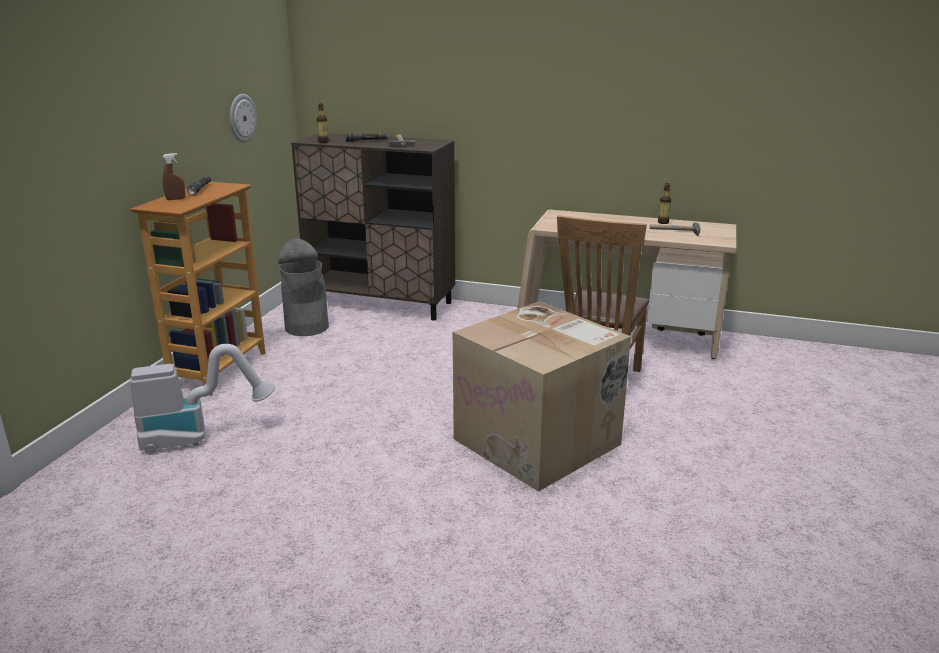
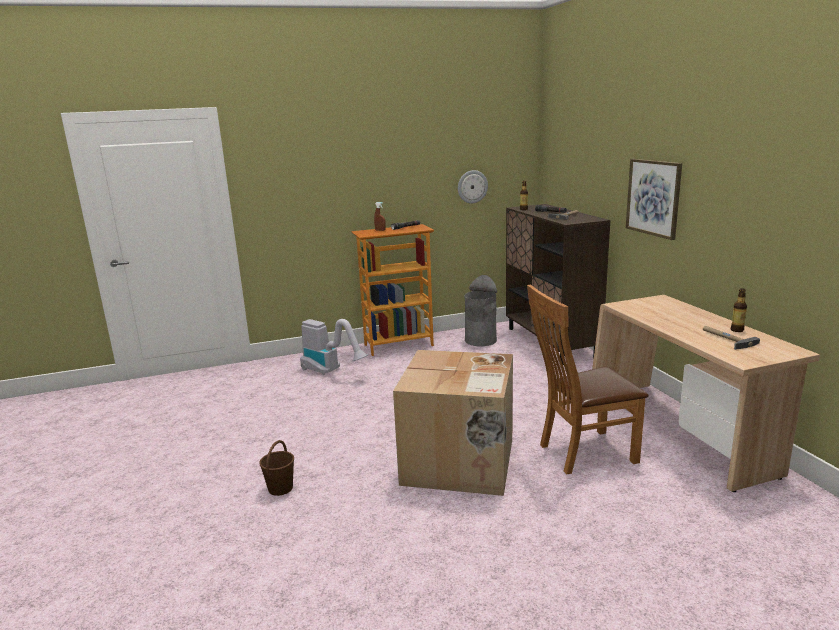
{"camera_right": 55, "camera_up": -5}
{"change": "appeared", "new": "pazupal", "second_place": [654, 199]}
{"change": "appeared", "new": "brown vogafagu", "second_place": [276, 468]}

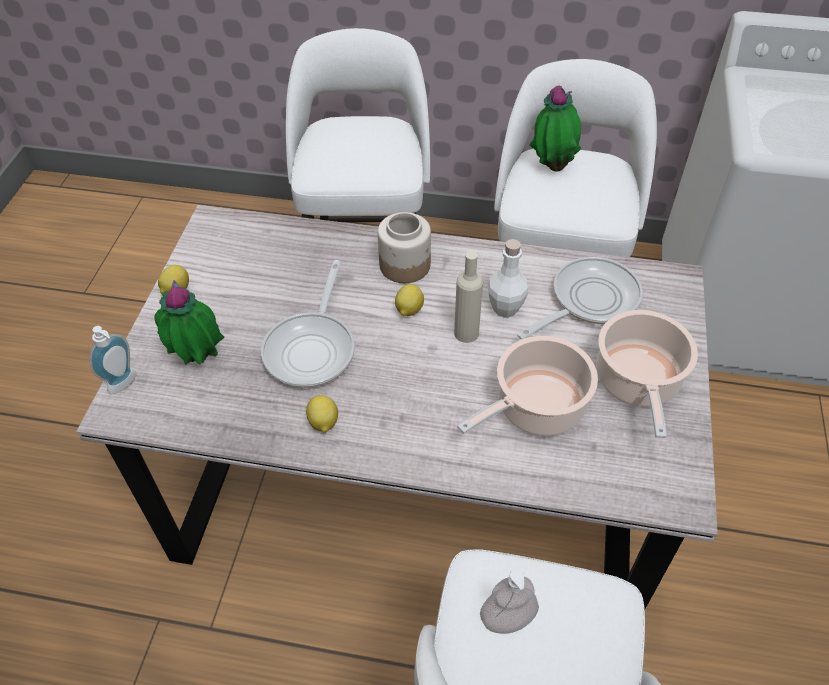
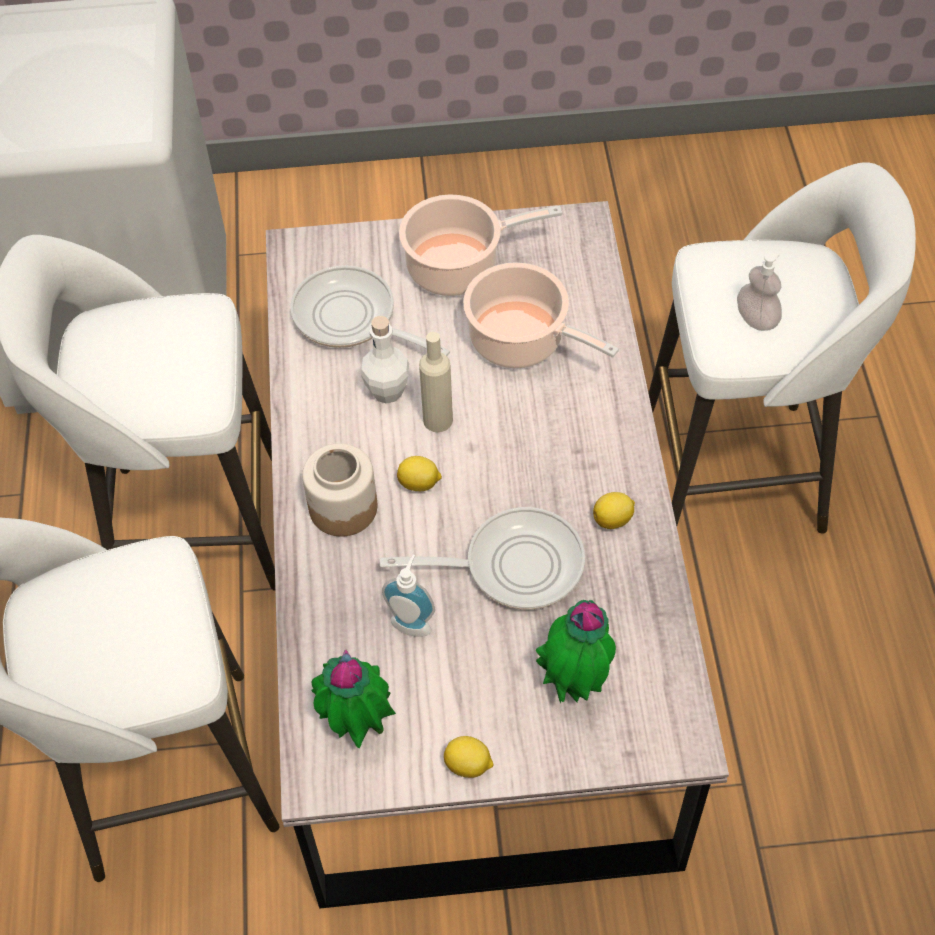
{"camera_right": -105, "camera_up": 5}
{"change": "relocated", "old": "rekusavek", "first_place": [555, 129], "second_place": [353, 699]}
{"change": "relocated", "old": "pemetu", "first_place": [113, 360], "second_place": [408, 595]}

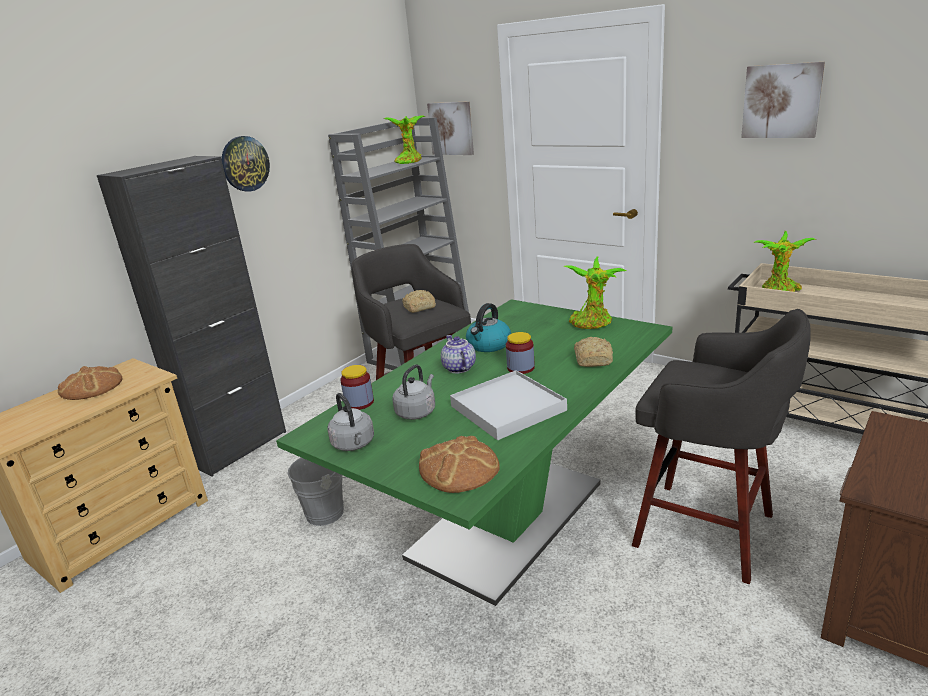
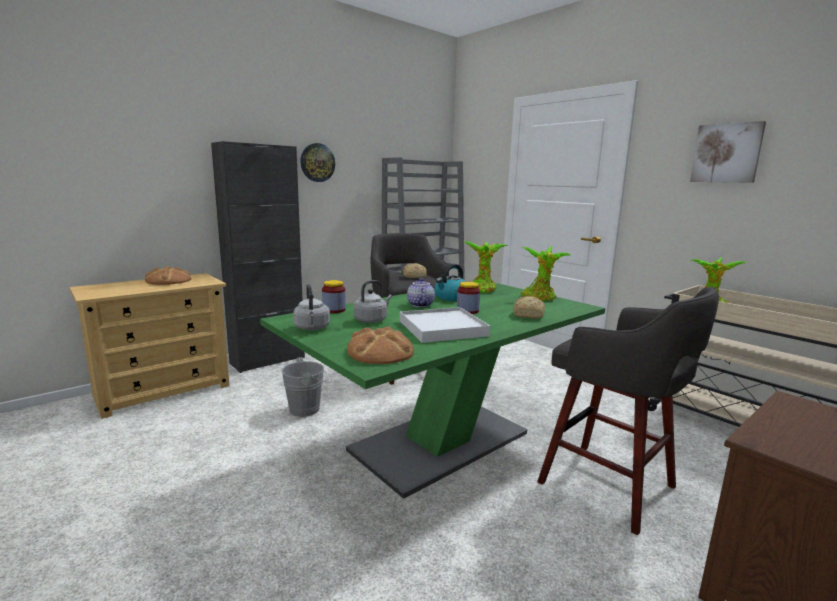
{"camera_right": 10, "camera_up": -10}
{"change": "missing", "old": "pazupal", "first_place": [450, 128]}
{"change": "relocated", "old": "rekusavek", "first_place": [405, 139], "second_place": [486, 267]}

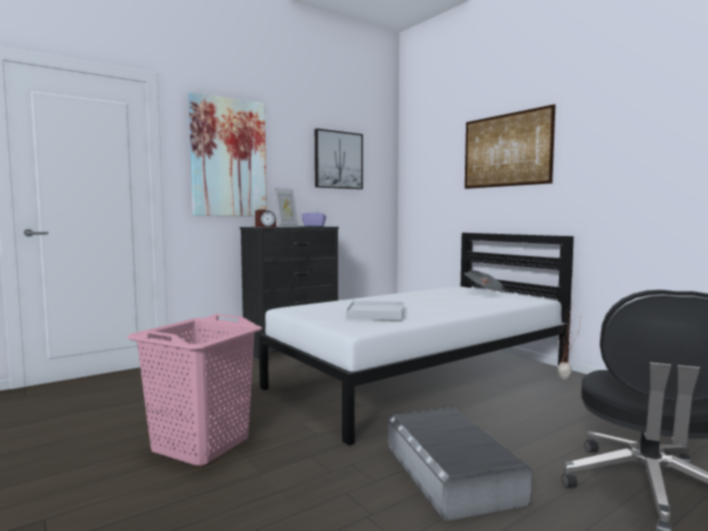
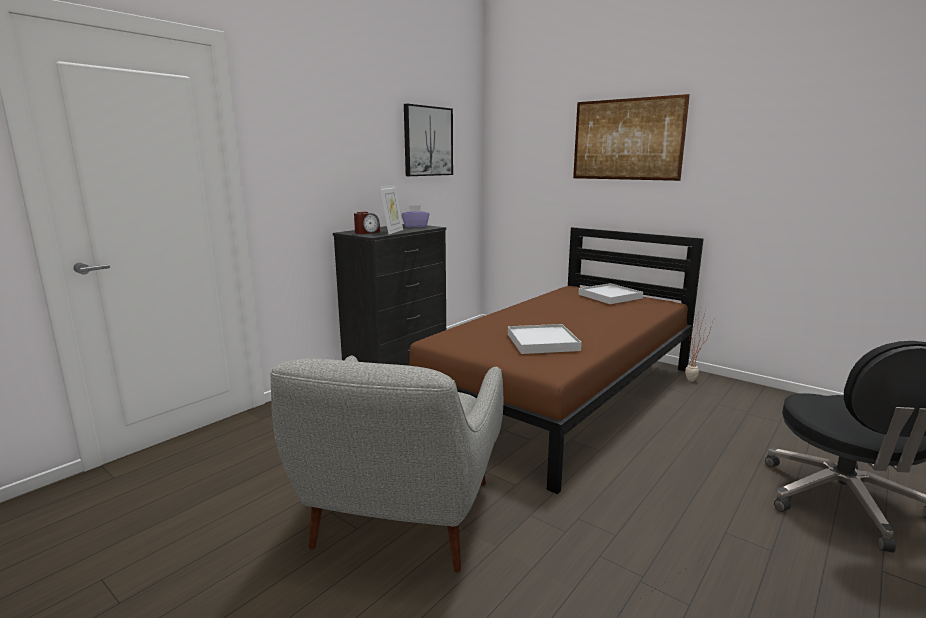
{"camera_right": -15, "camera_up": 10}
{"change": "missing", "old": "pazupal", "first_place": [228, 154]}
{"change": "colour", "old": "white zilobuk", "new": "brown zilobuk", "first_place": [416, 339], "second_place": [556, 360]}
{"change": "exchanged", "old": "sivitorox", "new": "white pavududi", "first_place": [484, 280], "second_place": [610, 293]}
{"change": "exchanged", "old": "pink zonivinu", "new": "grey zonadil", "first_place": [194, 390], "second_place": [387, 463]}
{"change": "missing", "old": "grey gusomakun", "first_place": [460, 464]}

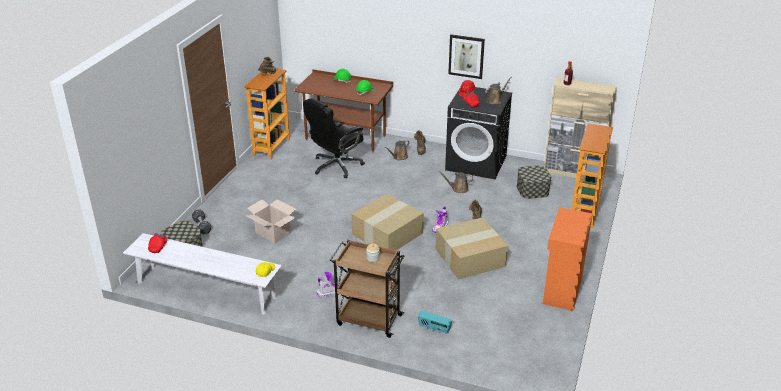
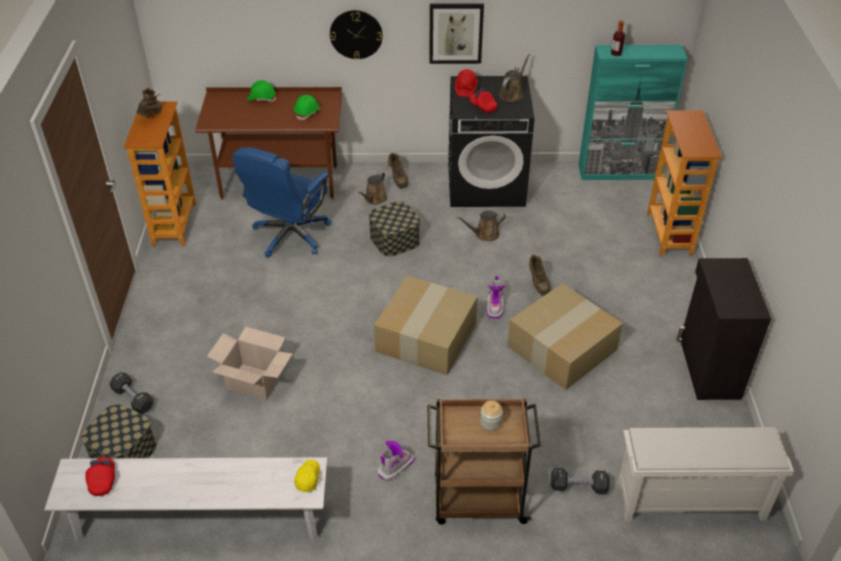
{"camera_right": -20, "camera_up": 10}
{"change": "colour", "old": "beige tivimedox", "new": "turquoise tivimedox", "first_place": [580, 127], "second_place": [633, 112]}
{"change": "colour", "old": "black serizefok", "new": "blue serizefok", "first_place": [334, 138], "second_place": [282, 202]}
{"change": "relocated", "old": "gusomakun", "first_place": [534, 182], "second_place": [394, 228]}
{"change": "colour", "old": "orange tivimedox", "new": "black tivimedox", "first_place": [568, 259], "second_place": [723, 329]}
{"change": "exchanged", "old": "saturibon", "new": "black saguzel", "first_place": [435, 322], "second_place": [580, 481]}
{"change": "appeared", "new": "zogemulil", "second_place": [356, 35]}
{"change": "appeared", "new": "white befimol", "second_place": [705, 474]}

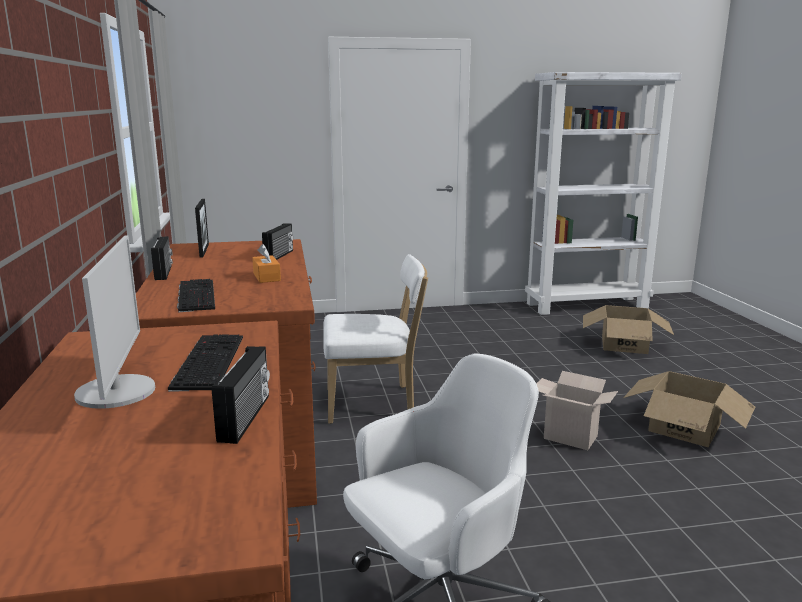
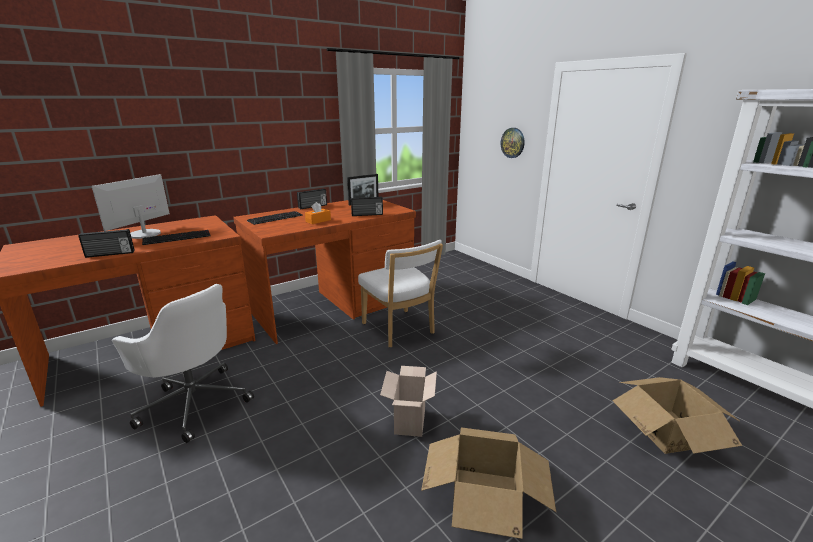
{"camera_right": 65, "camera_up": 5}
{"change": "spun", "old": "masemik", "first_place": [114, 322], "second_place": [131, 206], "degrees": 150}
{"change": "appeared", "new": "zogemulil", "second_place": [513, 143]}

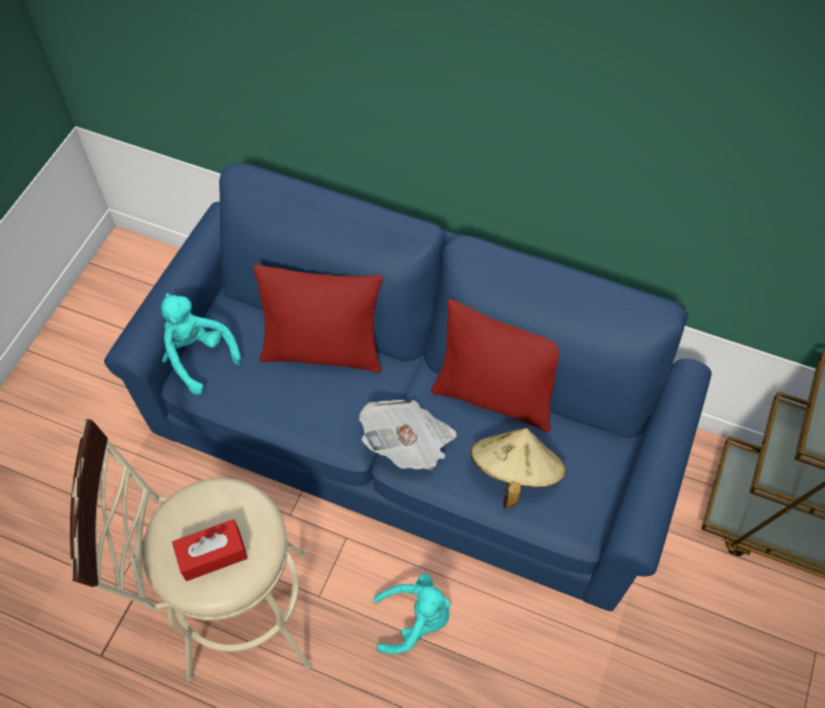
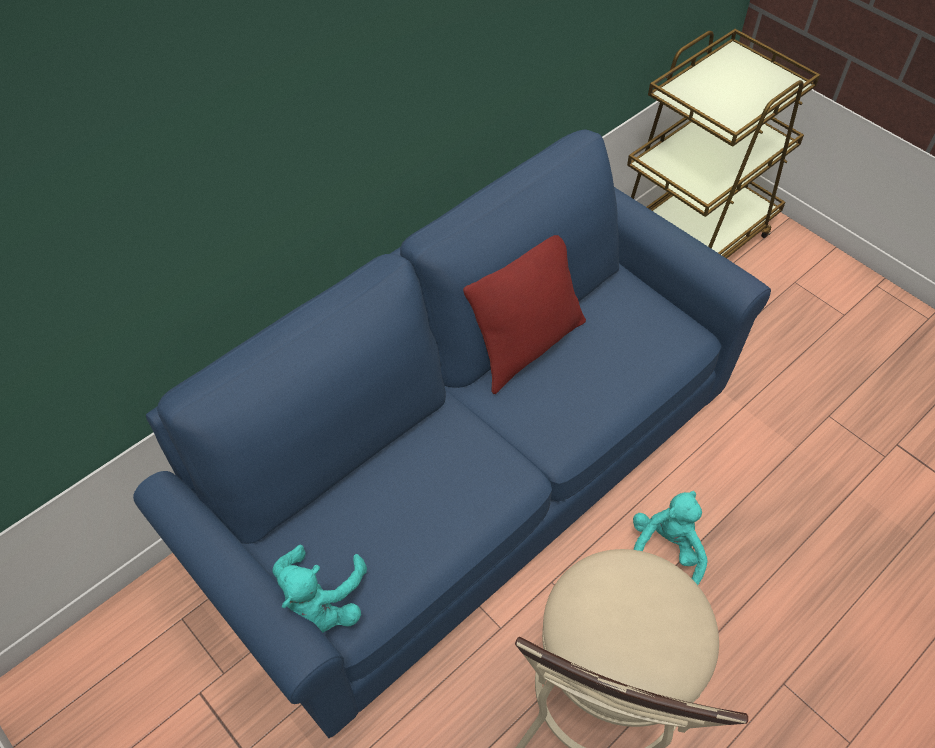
{"camera_right": -65, "camera_up": -5}
{"change": "missing", "old": "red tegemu", "first_place": [318, 318]}
{"change": "spun", "old": "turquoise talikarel", "first_place": [201, 344], "second_place": [319, 588], "degrees": -60}
{"change": "missing", "old": "sivitorox", "first_place": [408, 435]}
{"change": "missing", "old": "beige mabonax", "first_place": [518, 468]}
{"change": "missing", "old": "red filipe", "first_place": [209, 550]}

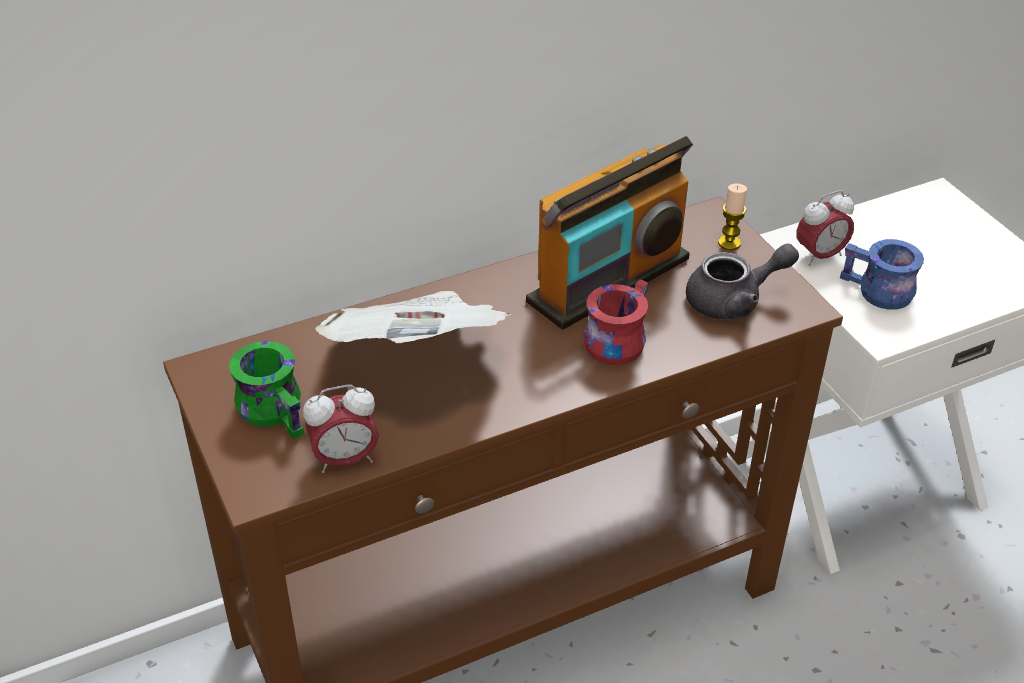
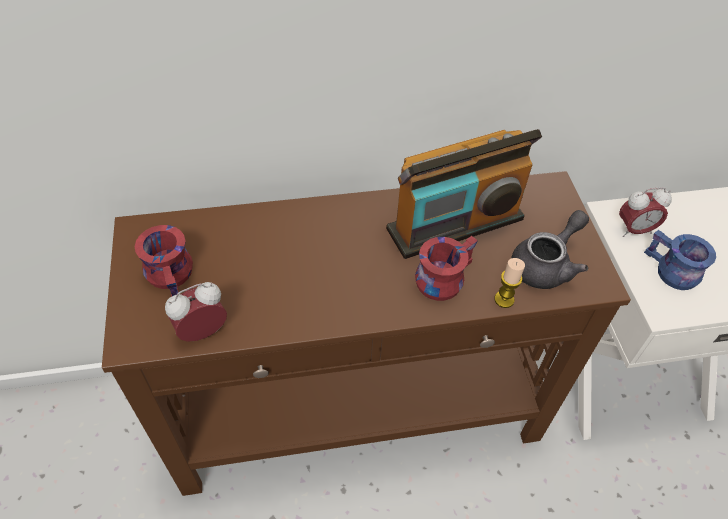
{"camera_right": 15, "camera_up": 10}
{"change": "relocated", "old": "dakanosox", "first_place": [732, 217], "second_place": [509, 283]}
{"change": "spun", "old": "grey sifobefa", "first_place": [742, 282], "second_place": [550, 249], "degrees": -45}
{"change": "missing", "old": "sivitorox", "first_place": [413, 317]}
{"change": "colour", "old": "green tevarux", "new": "red tevarux", "first_place": [266, 390], "second_place": [164, 261]}
{"change": "spun", "old": "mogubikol", "first_place": [341, 429], "second_place": [196, 312], "degrees": 150}

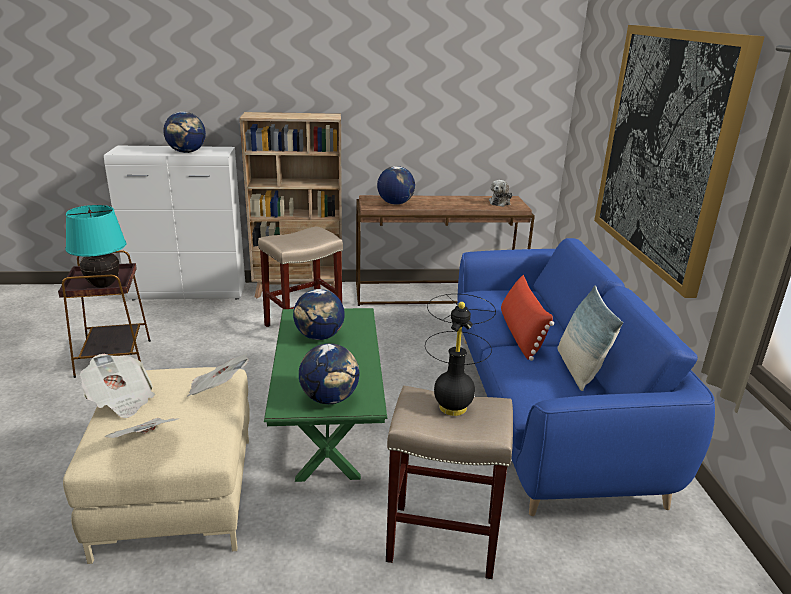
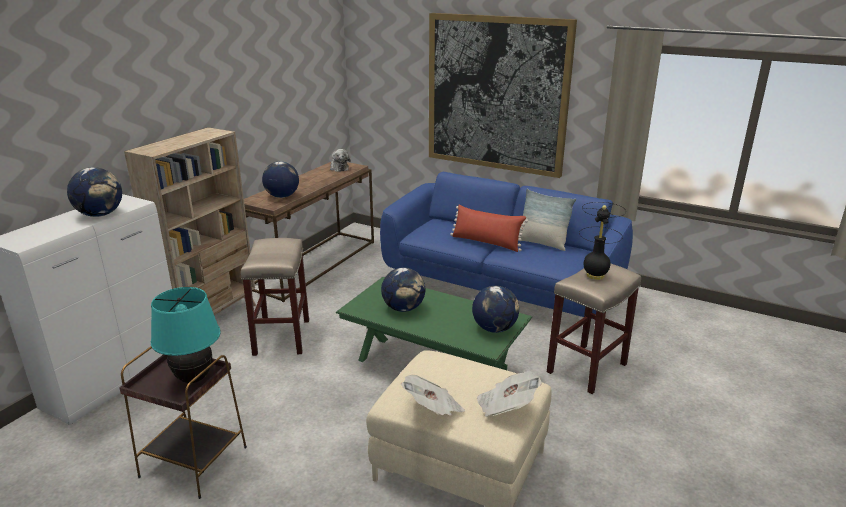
{"camera_right": -55, "camera_up": 0}
{"change": "missing", "old": "sivitorox", "first_place": [218, 375]}

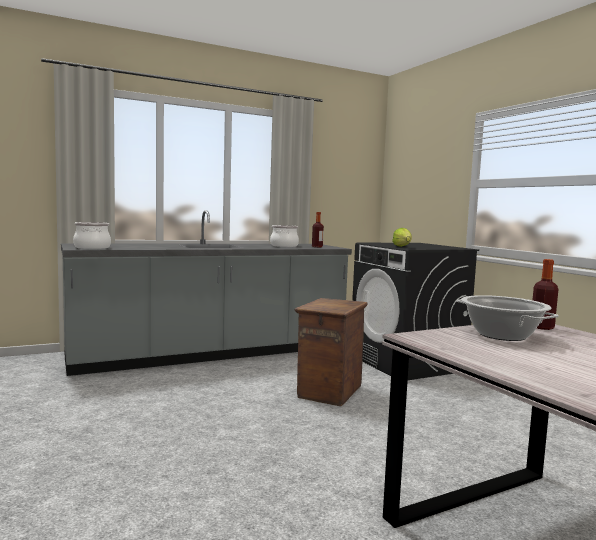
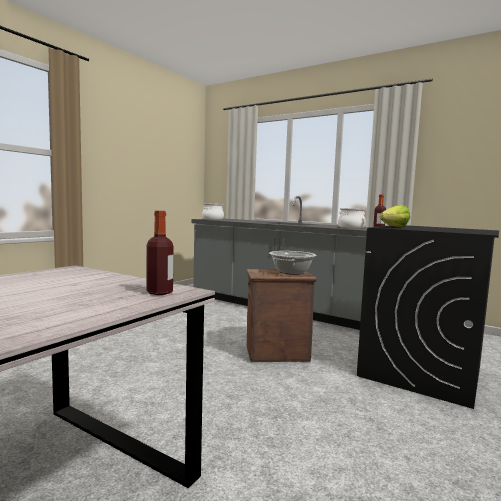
{"camera_right": 60, "camera_up": 0}
{"change": "relocated", "old": "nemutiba", "first_place": [508, 318], "second_place": [292, 263]}

